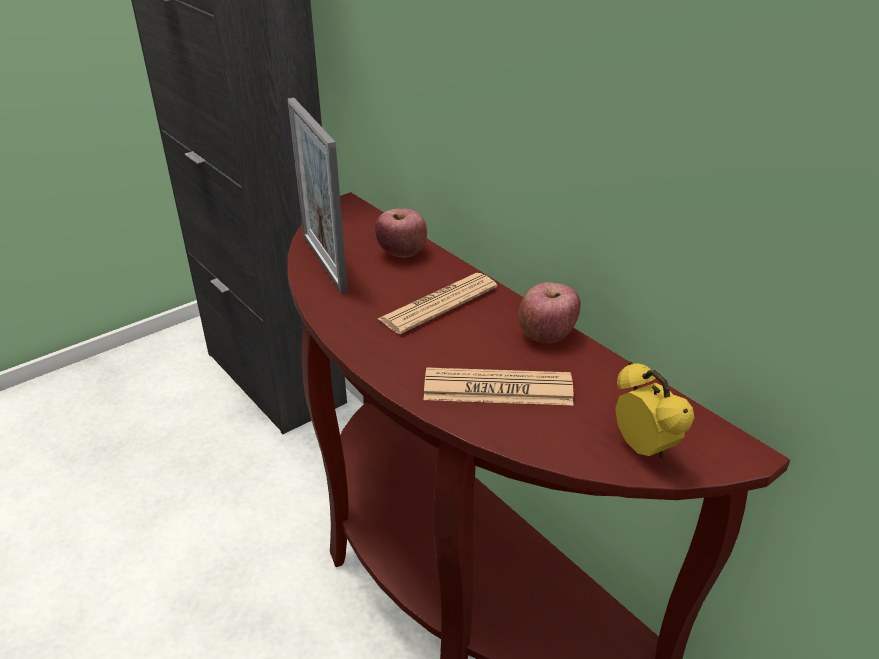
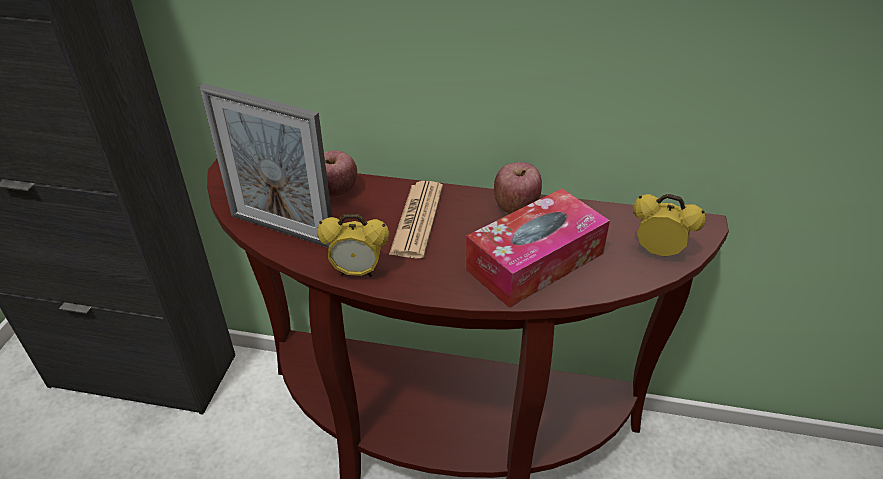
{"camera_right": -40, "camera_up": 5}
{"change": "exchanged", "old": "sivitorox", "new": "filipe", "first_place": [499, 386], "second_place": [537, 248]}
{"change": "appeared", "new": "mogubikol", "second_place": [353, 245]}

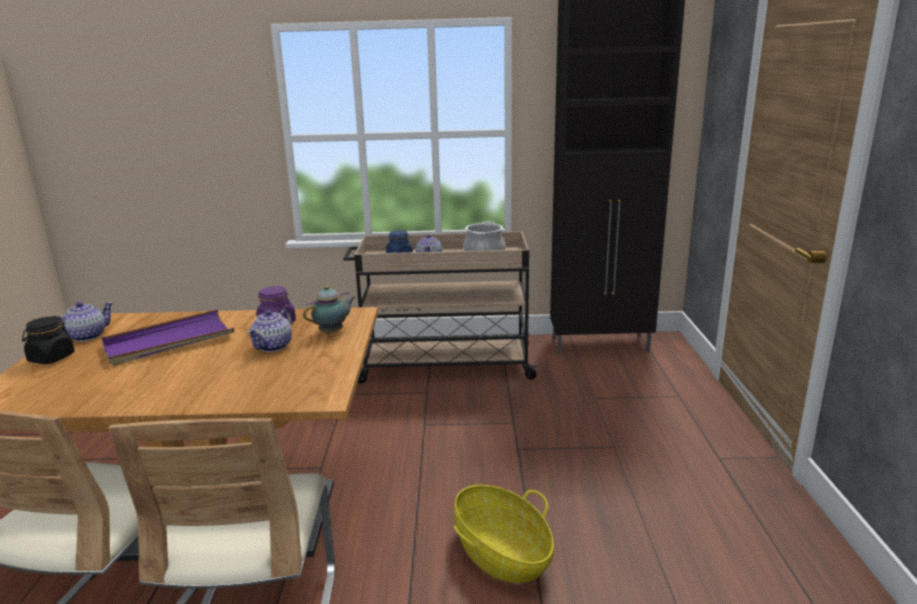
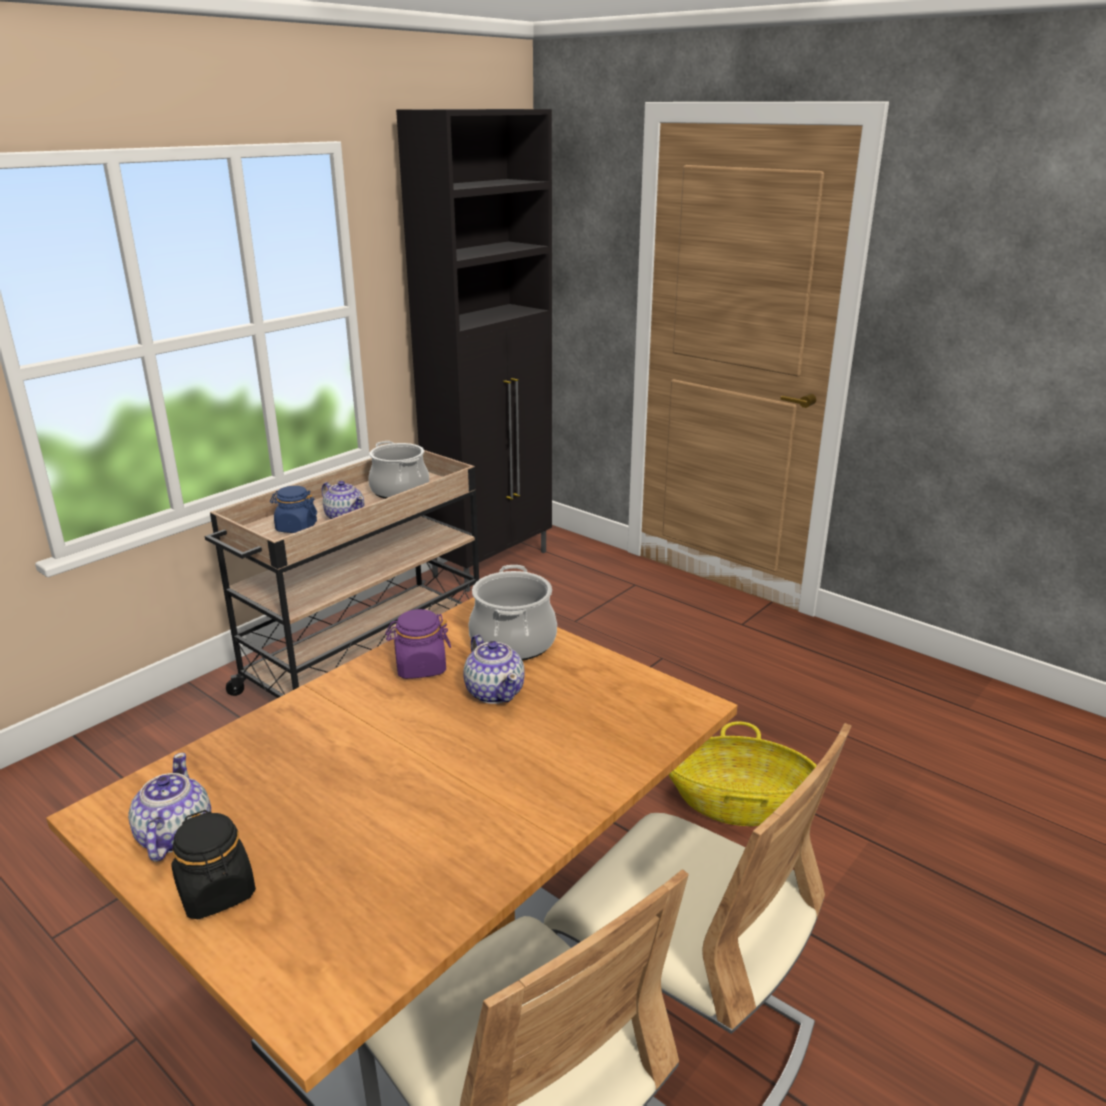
{"camera_right": -50, "camera_up": 5}
{"change": "exchanged", "old": "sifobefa", "new": "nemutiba", "first_place": [329, 309], "second_place": [512, 613]}
{"change": "missing", "old": "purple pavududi", "first_place": [167, 337]}

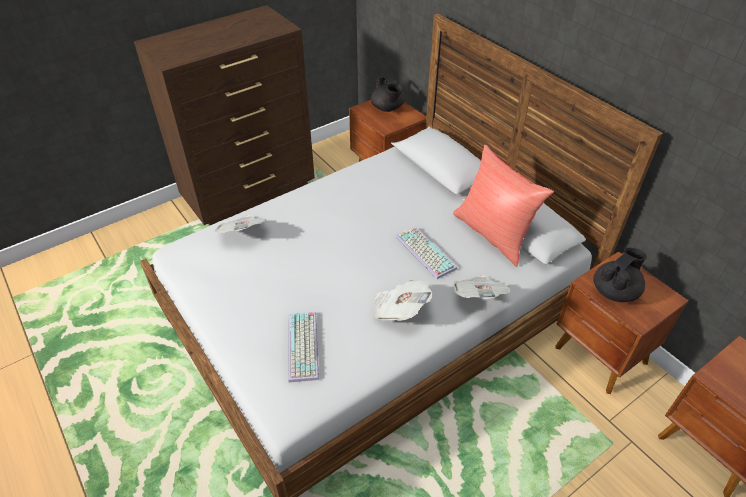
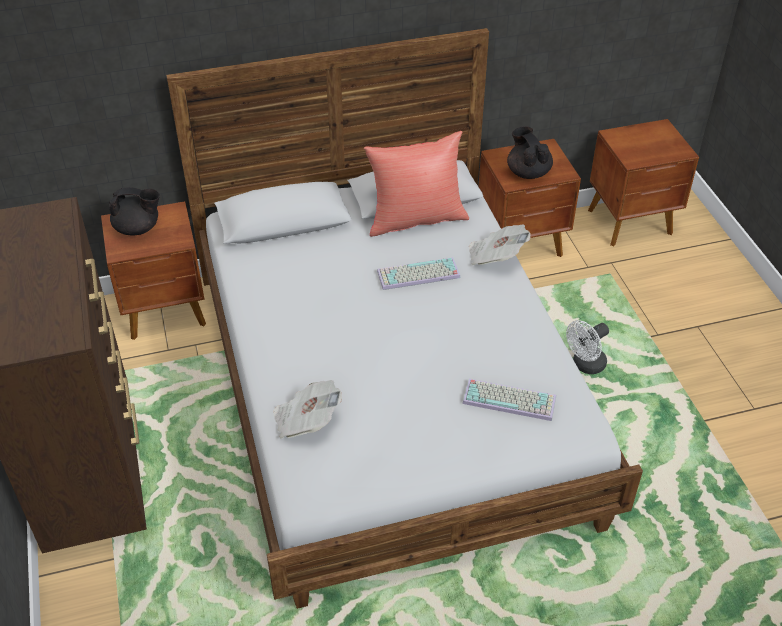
{"camera_right": -70, "camera_up": 0}
{"change": "missing", "old": "sivitorox", "first_place": [402, 300]}
{"change": "appeared", "new": "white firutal", "second_place": [587, 347]}

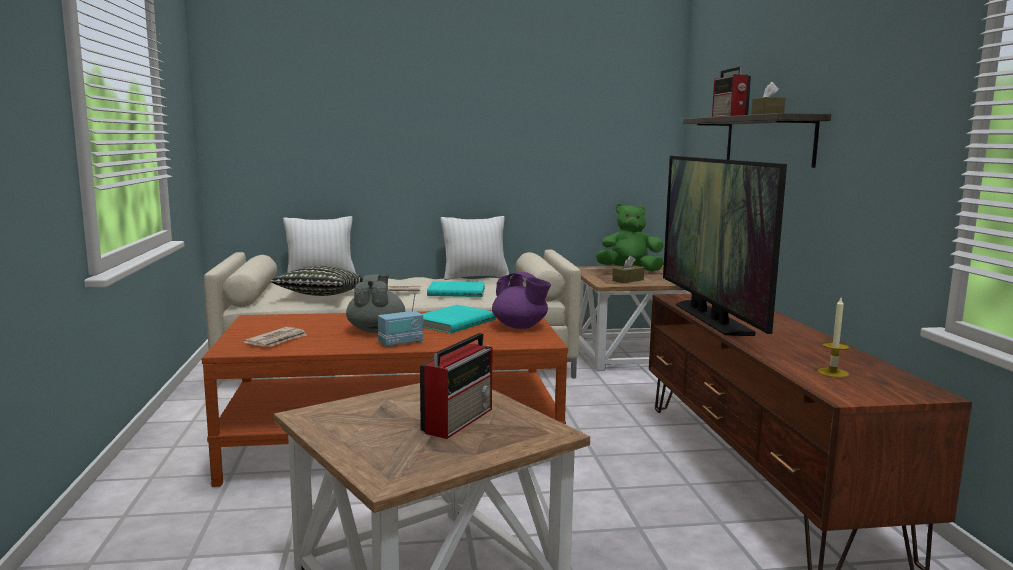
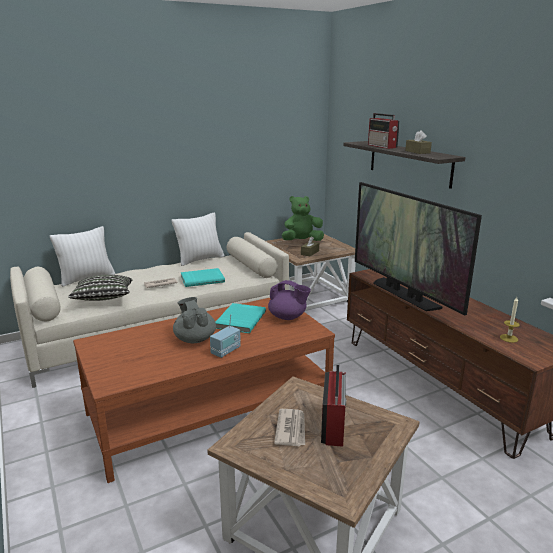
{"camera_right": -20, "camera_up": 10}
{"change": "relocated", "old": "sivitorox", "first_place": [275, 337], "second_place": [289, 427]}

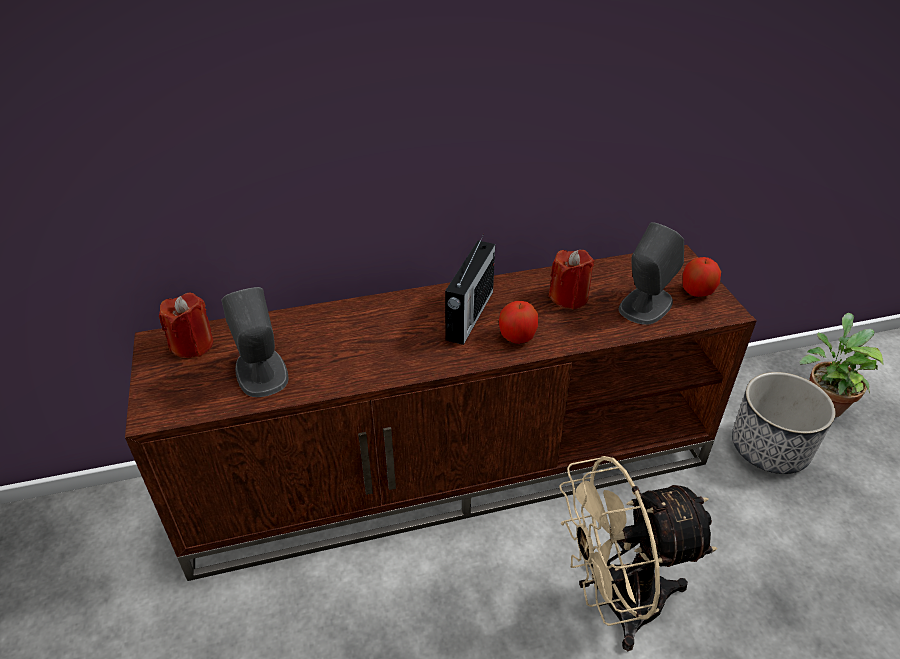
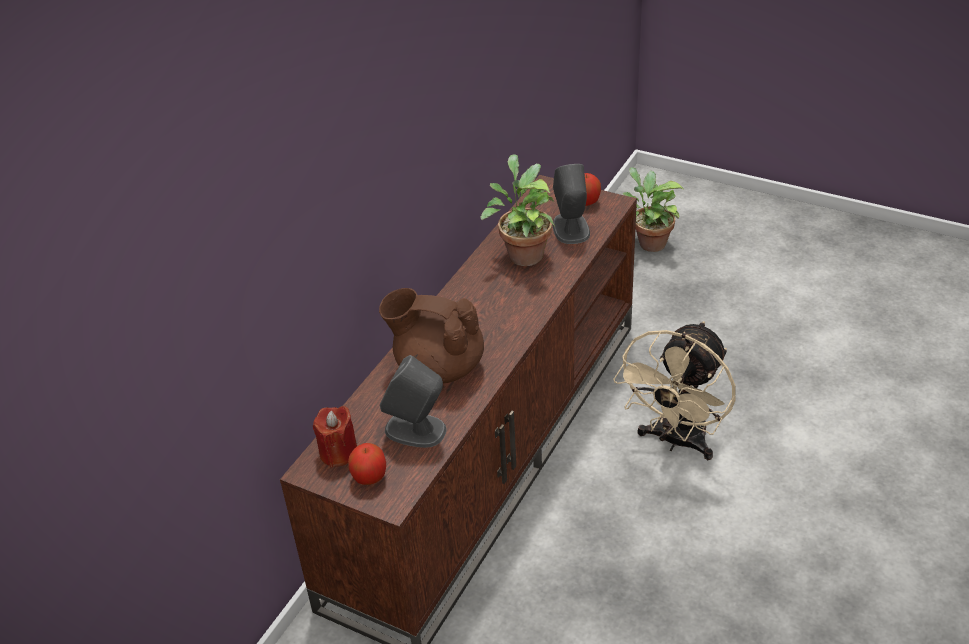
{"camera_right": -45, "camera_up": 0}
{"change": "missing", "old": "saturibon", "first_place": [470, 289]}
{"change": "exchanged", "old": "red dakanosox", "new": "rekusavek", "first_place": [571, 279], "second_place": [517, 210]}
{"change": "relocated", "old": "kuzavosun", "first_place": [518, 322], "second_place": [367, 464]}
{"change": "missing", "old": "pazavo", "first_place": [784, 423]}
{"change": "appeared", "new": "brown sifobefa", "second_place": [431, 335]}

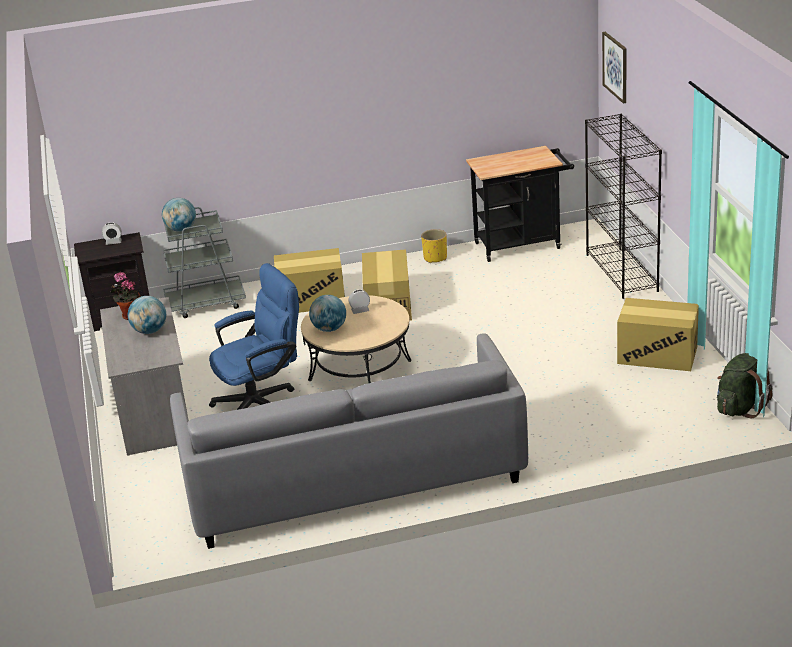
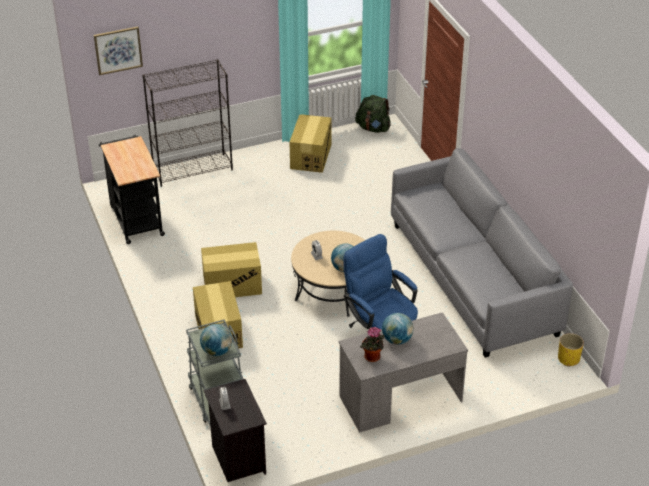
{"camera_right": -100, "camera_up": 10}
{"change": "relocated", "old": "yellow pazavo", "first_place": [434, 246], "second_place": [571, 349]}

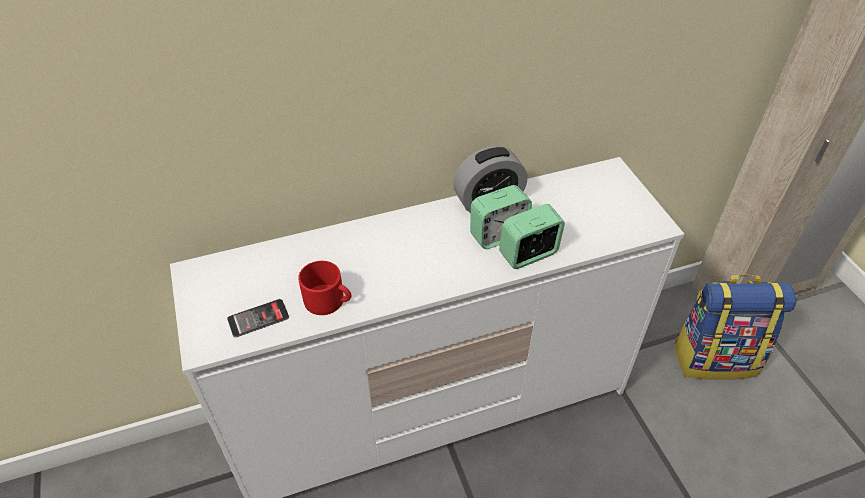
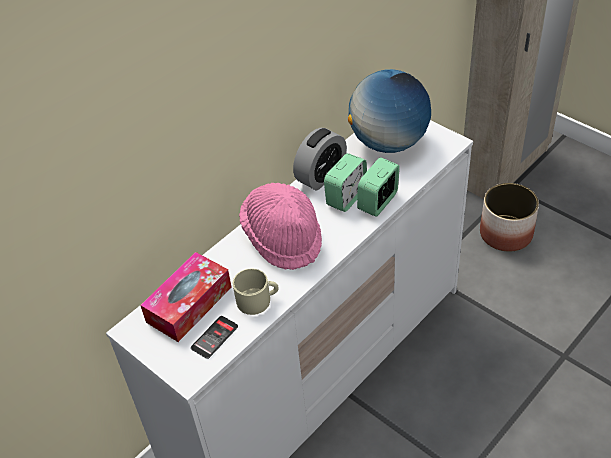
{"camera_right": -25, "camera_up": 0}
{"change": "colour", "old": "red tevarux", "new": "beige tevarux", "first_place": [324, 288], "second_place": [256, 292]}
{"change": "exchanged", "old": "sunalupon", "new": "pazavo", "first_place": [735, 327], "second_place": [509, 217]}
{"change": "appeared", "new": "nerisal", "second_place": [389, 111]}
{"change": "appeared", "new": "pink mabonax", "second_place": [280, 226]}
{"change": "appeared", "new": "filipe", "second_place": [185, 297]}

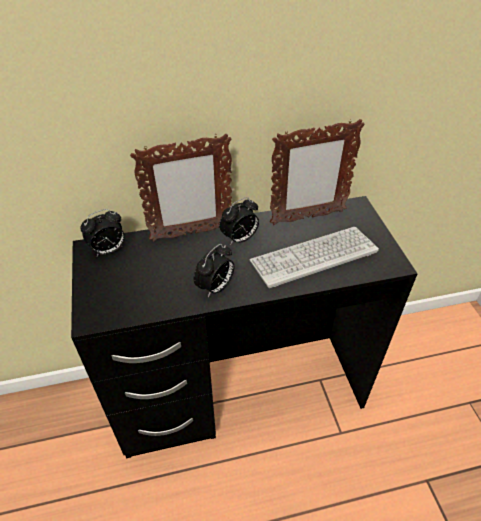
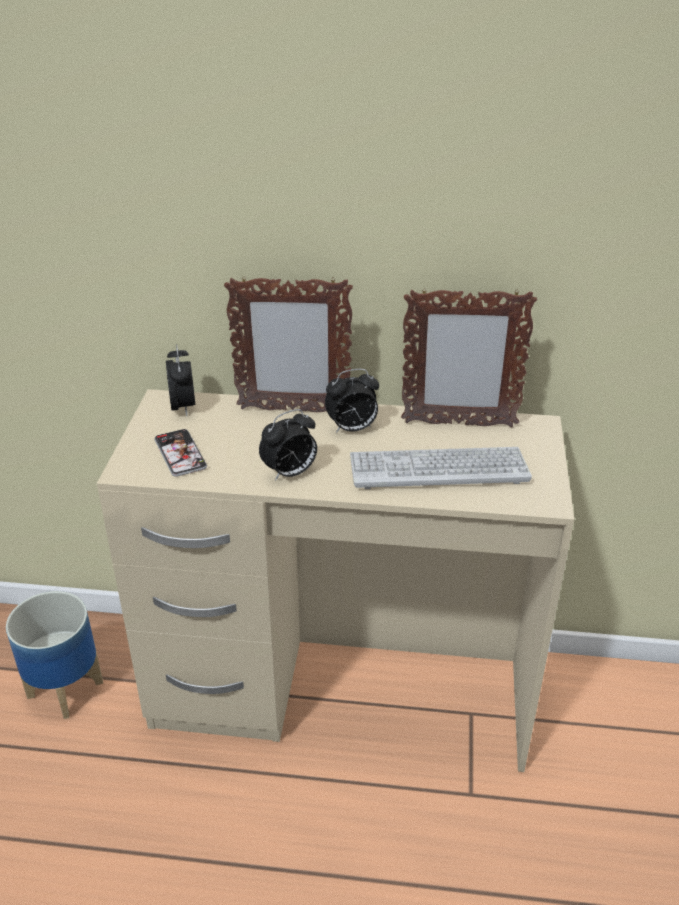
{"camera_right": 20, "camera_up": -10}
{"change": "colour", "old": "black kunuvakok", "new": "beige kunuvakok", "first_place": [244, 327], "second_place": [335, 580]}
{"change": "spun", "old": "mogubikol", "first_place": [102, 232], "second_place": [180, 380], "degrees": -90}
{"change": "appeared", "new": "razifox", "second_place": [181, 453]}
{"change": "appeared", "new": "pazavo", "second_place": [54, 655]}

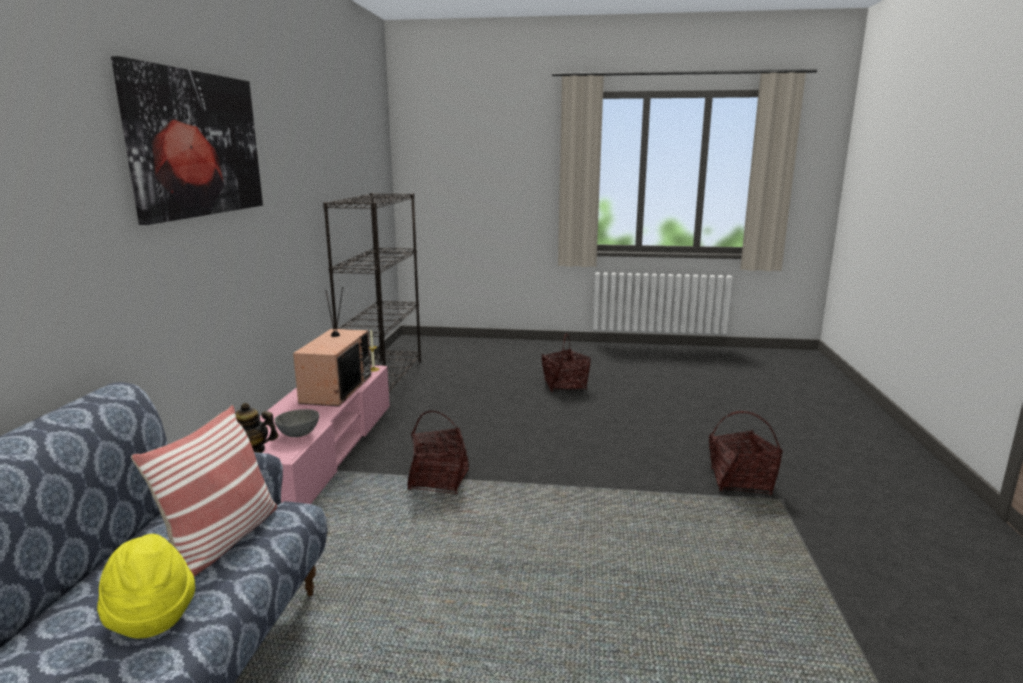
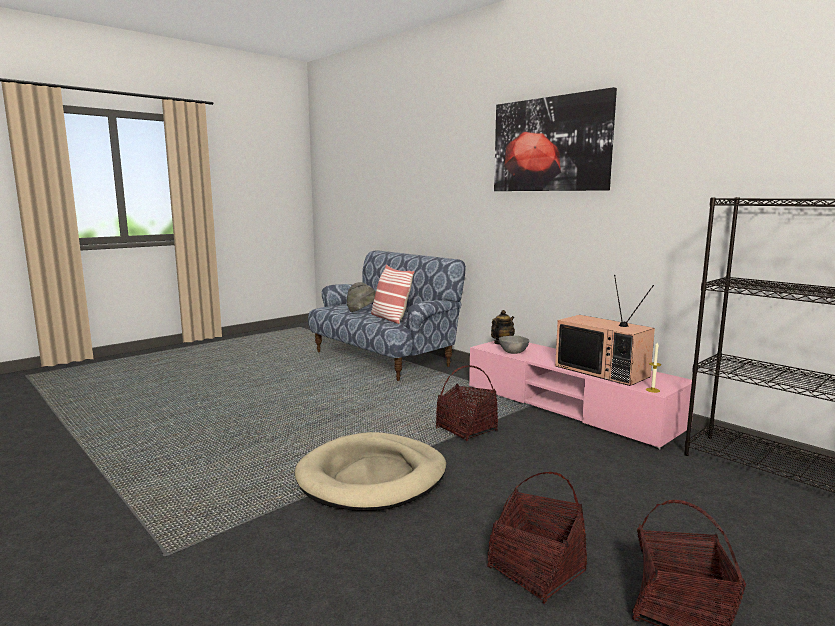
{"camera_right": 130, "camera_up": -5}
{"change": "relocated", "old": "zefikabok", "first_place": [746, 453], "second_place": [537, 538]}
{"change": "colour", "old": "yellow mabonax", "new": "grey mabonax", "first_place": [146, 586], "second_place": [361, 297]}
{"change": "appeared", "new": "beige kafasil", "second_place": [370, 471]}

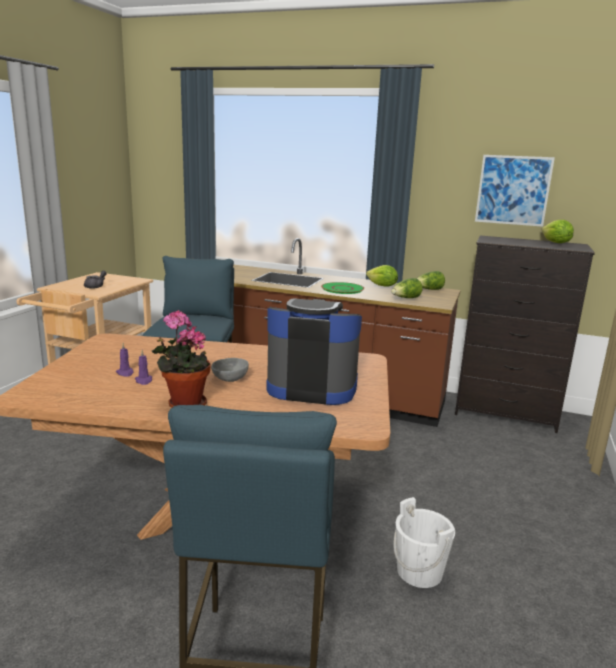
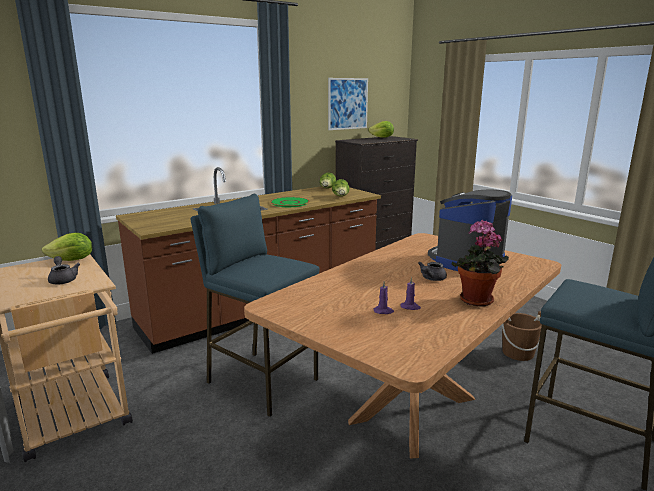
{"camera_right": -55, "camera_up": 0}
{"change": "relocated", "old": "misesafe", "first_place": [382, 276], "second_place": [67, 247]}
{"change": "exchanged", "old": "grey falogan", "new": "grey sifobefa", "first_place": [230, 370], "second_place": [432, 271]}
{"change": "colour", "old": "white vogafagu", "new": "brown vogafagu", "first_place": [424, 542], "second_place": [522, 336]}

